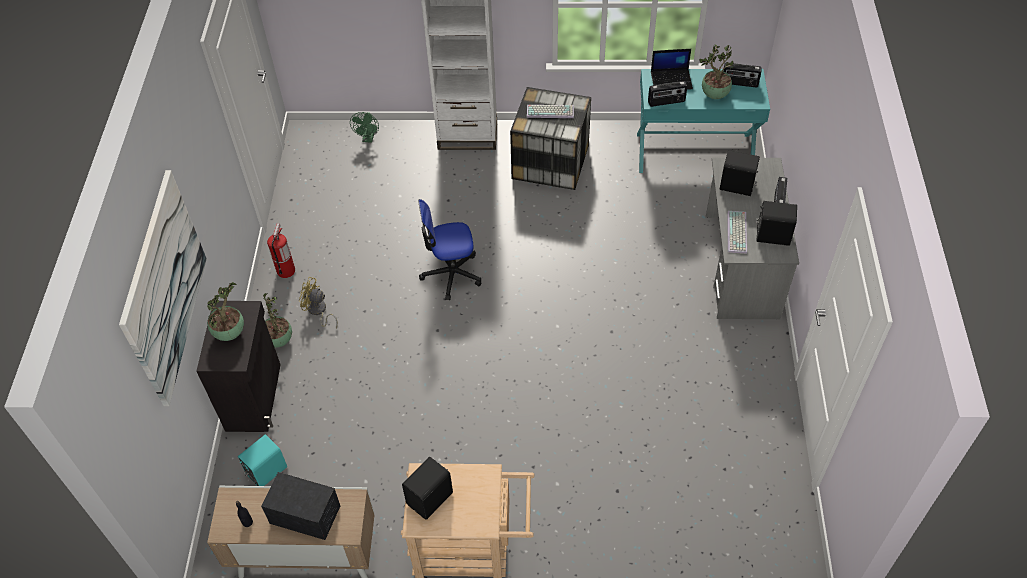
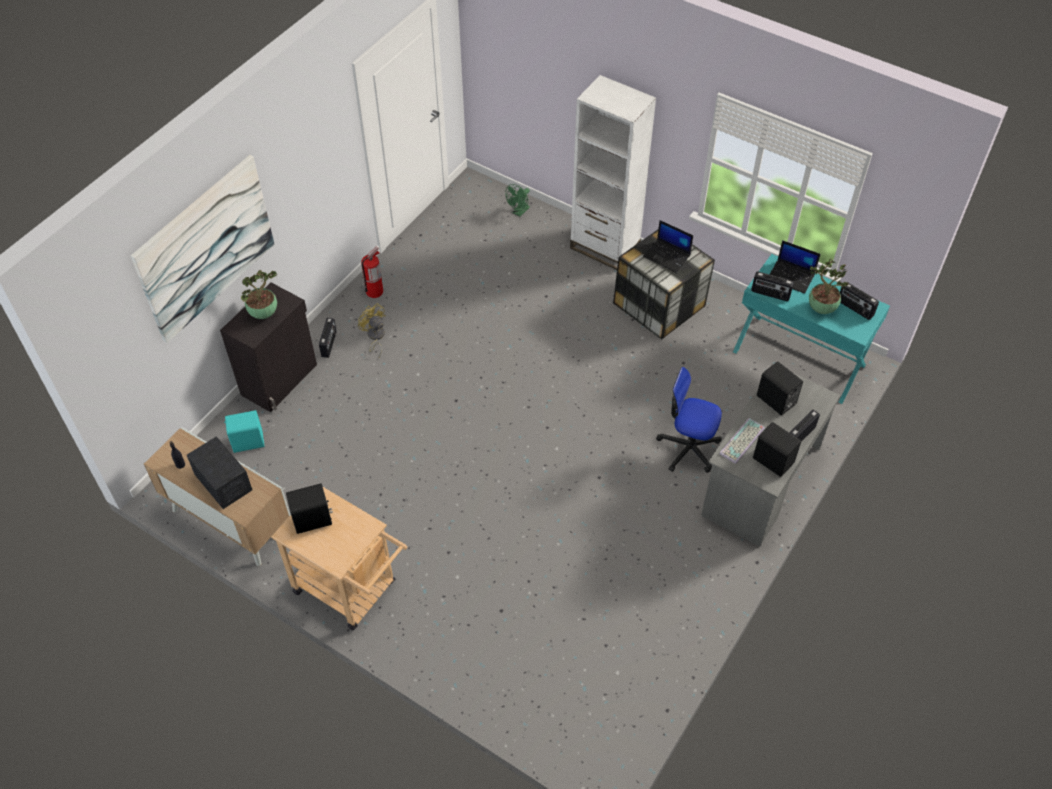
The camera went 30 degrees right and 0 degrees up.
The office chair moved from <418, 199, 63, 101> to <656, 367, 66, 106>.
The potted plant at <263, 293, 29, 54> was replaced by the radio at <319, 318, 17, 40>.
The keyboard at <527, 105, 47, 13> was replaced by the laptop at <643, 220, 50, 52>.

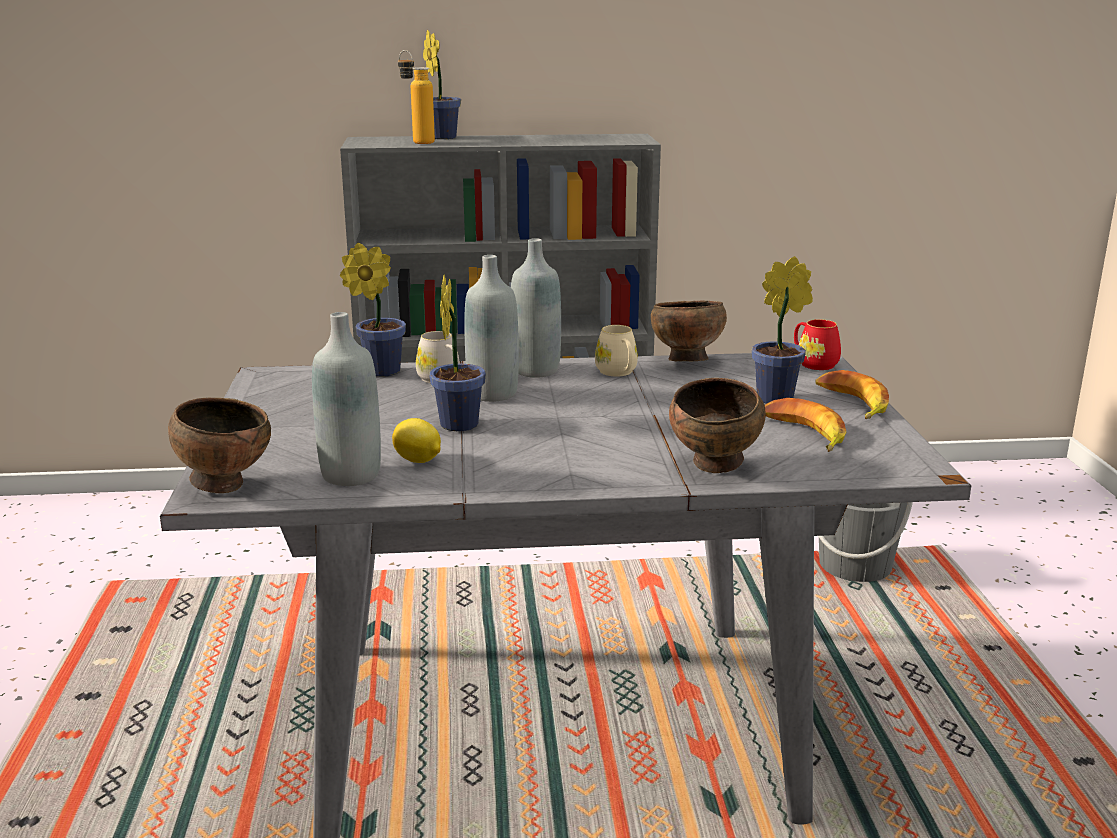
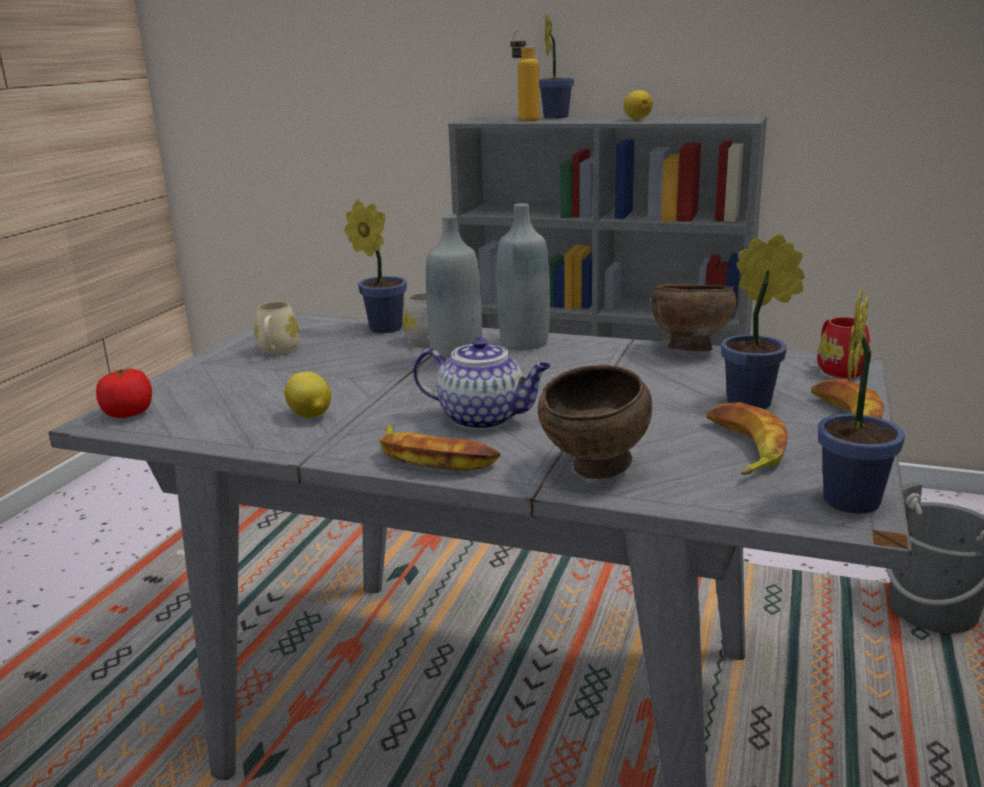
The camera went 25 degrees right and 0 degrees up.
The grey bottle at <312, 312, 69, 174> disappeared.
The banana at <379, 424, 121, 47> appeared.
The teapot at <413, 337, 138, 93> appeared.
The lemon at <623, 90, 30, 29> appeared.
The potted plant moved from <429, 275, 57, 156> to <818, 287, 87, 226>.
The beige mug moved from <595, 325, 43, 52> to <254, 301, 46, 54>.
The brown bowl at <168, 398, 103, 95> was replaced by the tomato at <96, 368, 56, 50>.

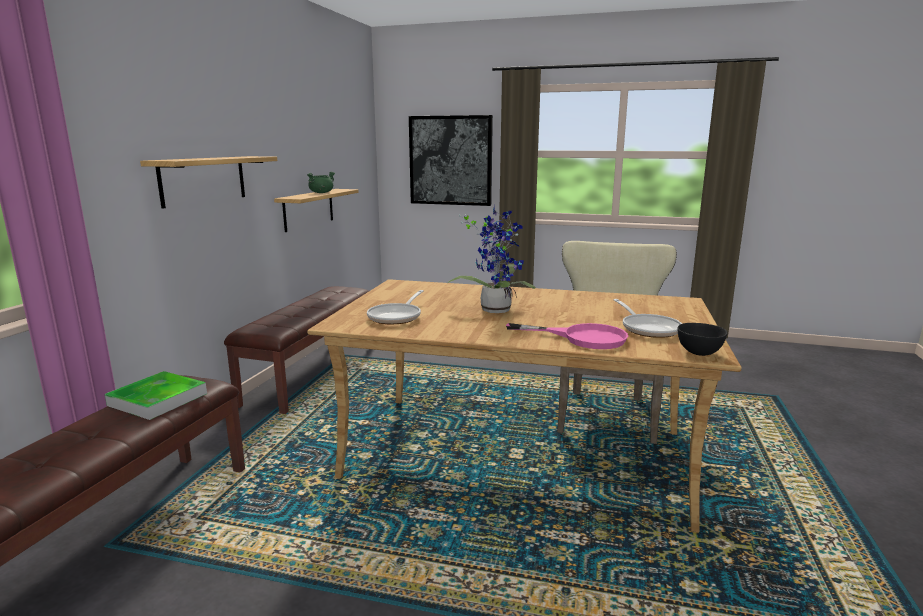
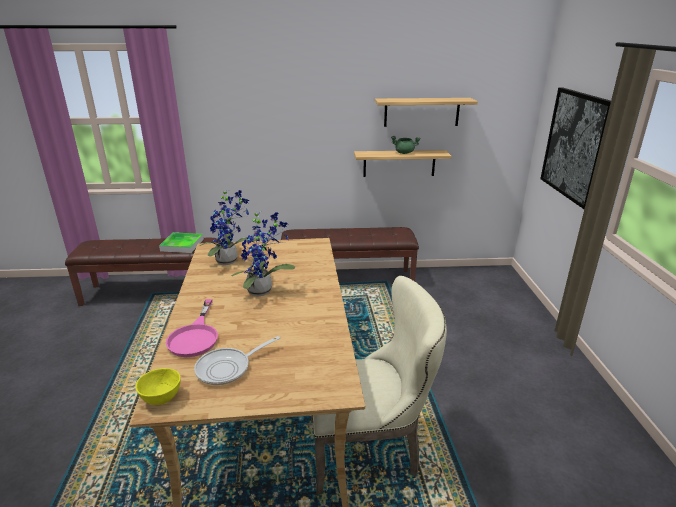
The camera went 70 degrees right and 10 degrees up.
The shelf moved from <140, 156, 137, 53> to <375, 98, 103, 29>.
The frying pan at <367, 290, 57, 34> was replaced by the potted plant at <200, 189, 56, 76>.
The black bowl at <677, 323, 51, 33> became the yellow bowl at <136, 368, 45, 37>.

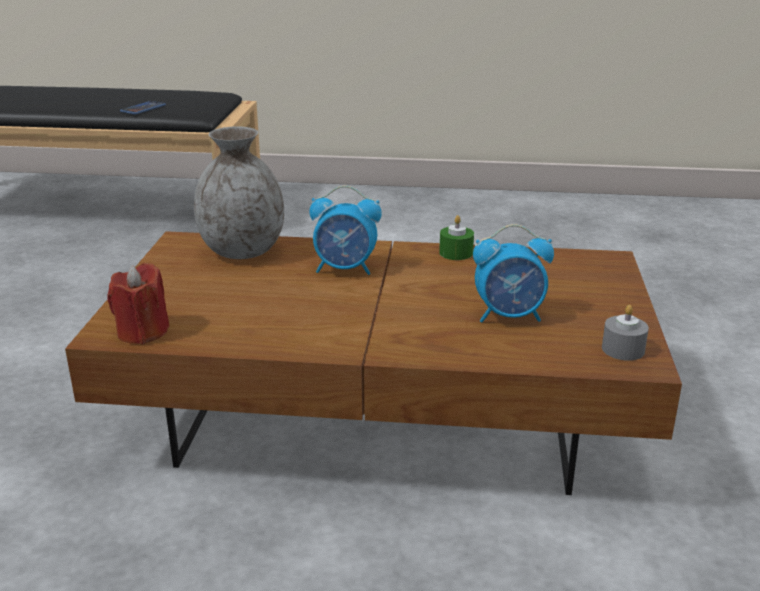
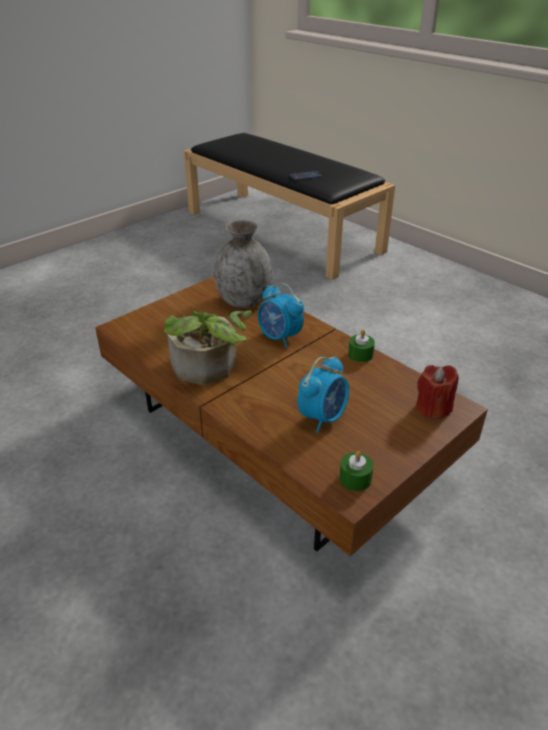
The camera went 40 degrees right and 10 degrees up.
The potted plant at <163, 311, 88, 74> appeared.
The red candle moved from <107, 263, 63, 81> to <416, 365, 42, 54>.
The grey candle at <602, 305, 47, 56> became the green candle at <339, 451, 35, 40>.
The alarm clock at <473, 224, 81, 99> turned 90 degrees counterclockwise.

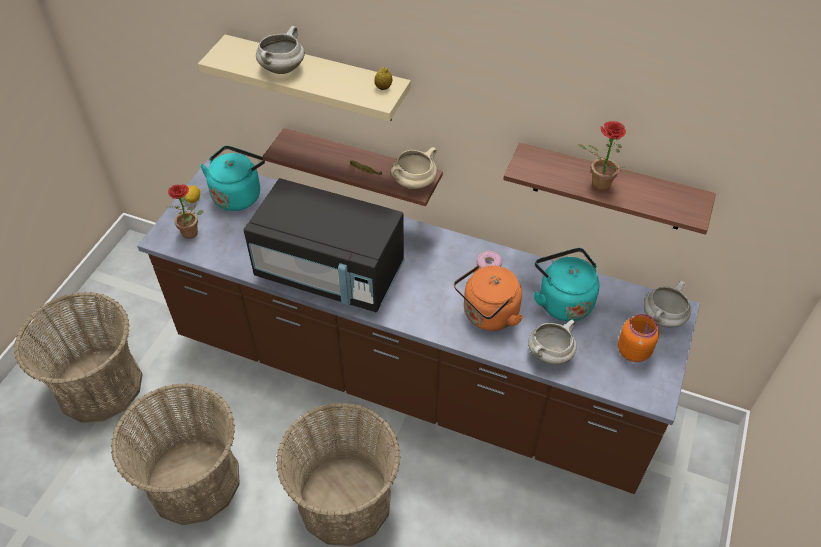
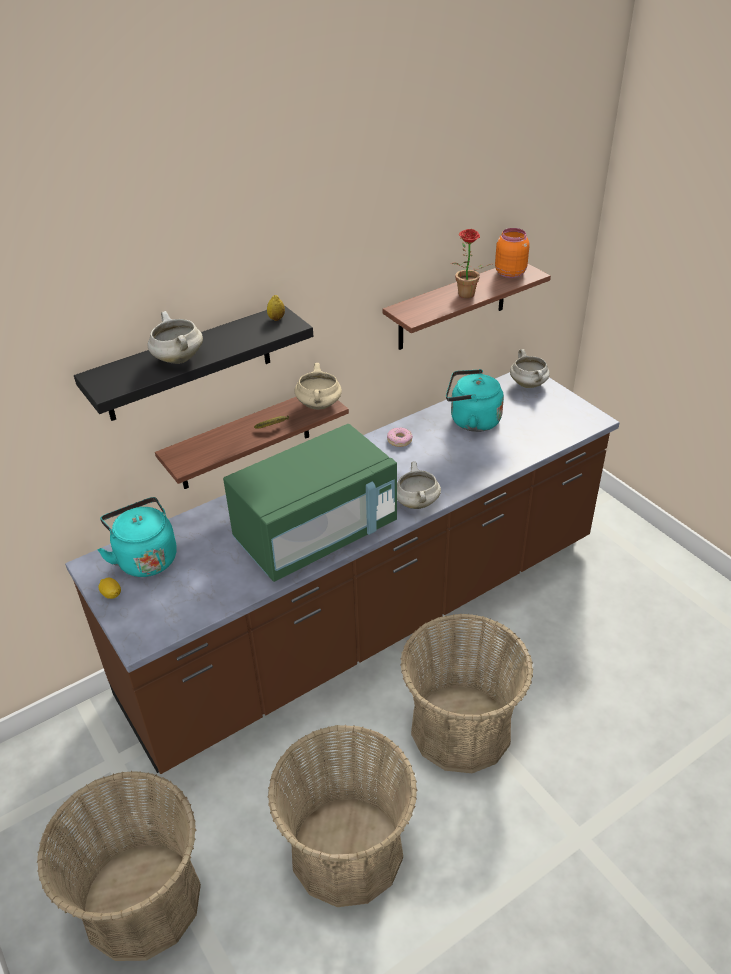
The camera went 55 degrees left and 10 degrees down.
The potted plant at <166, 184, 37, 55> disappeared.
The orange kettle at <454, 265, 69, 66> disappeared.
The white cooking pot moved from <528, 320, 49, 45> to <397, 462, 44, 47>.
The orange jar moved from <618, 314, 41, 48> to <495, 228, 35, 50>.
The beige shelf at <198, 34, 213, 87> became the black shelf at <74, 305, 239, 116>.
The black microwave at <243, 178, 162, 134> became the green microwave at <223, 424, 174, 158>.

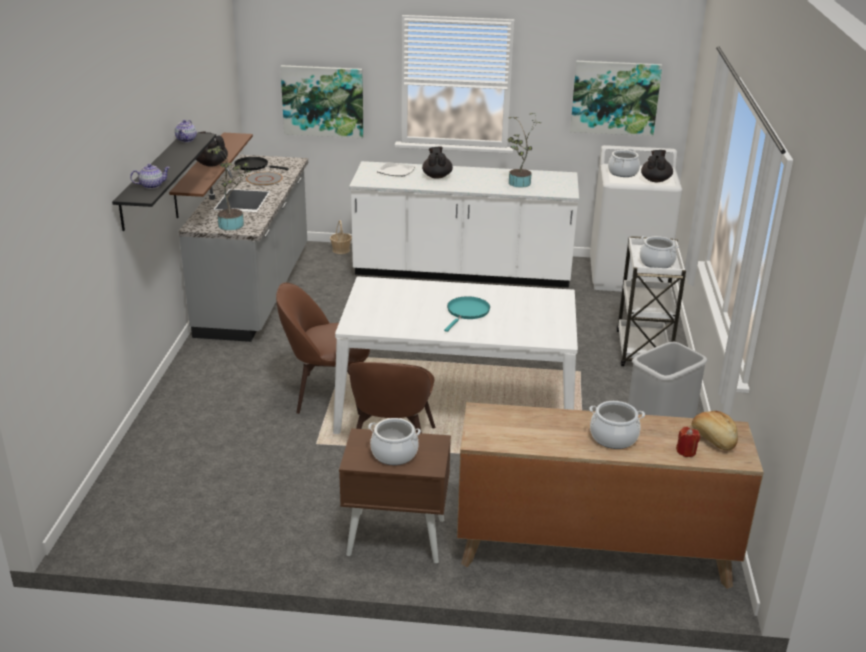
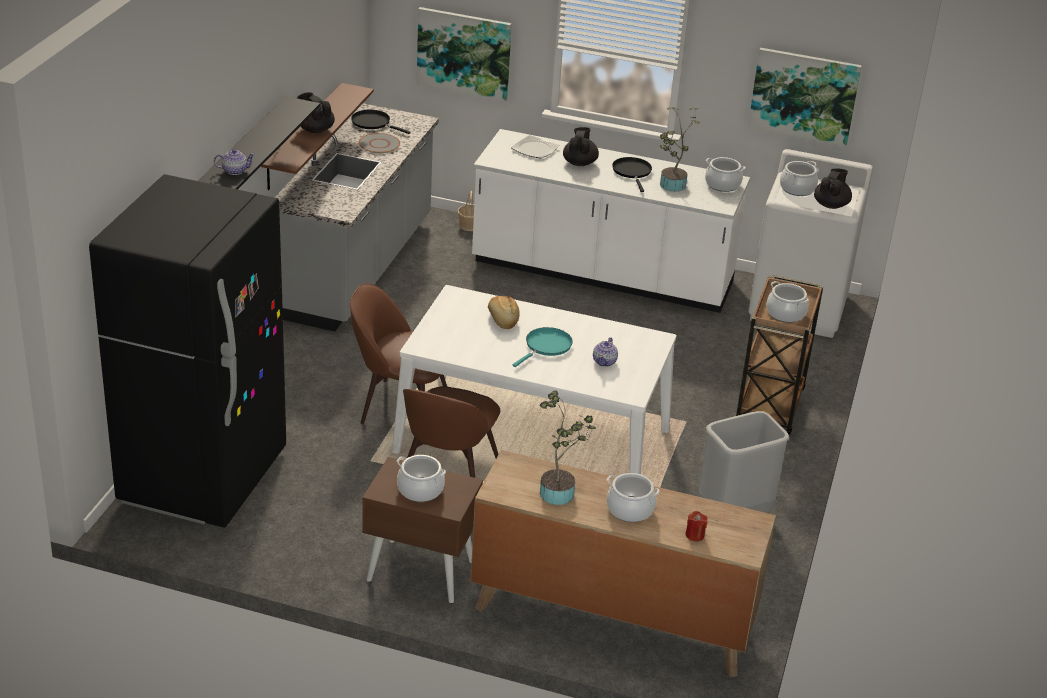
The camera went 10 degrees right and 5 degrees up.
The black fridge at <89, 174, 197, 354> appeared.
The black frying pan at <612, 157, 40, 35> appeared.
The cooking pot at <705, 157, 41, 35> appeared.
The teapot moved from <175, 120, 22, 22> to <593, 337, 25, 30>.
The potted plant moved from <206, 146, 46, 84> to <540, 390, 56, 115>.
The bread moved from <692, 411, 46, 39> to <488, 296, 32, 33>.
The white cart at <616, 236, 70, 130> became the brown cart at <736, 275, 87, 159>.

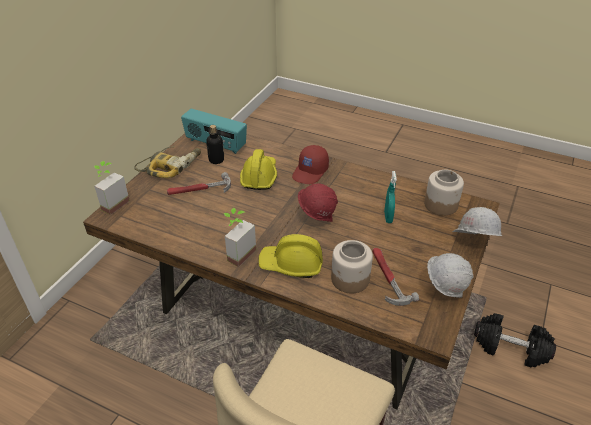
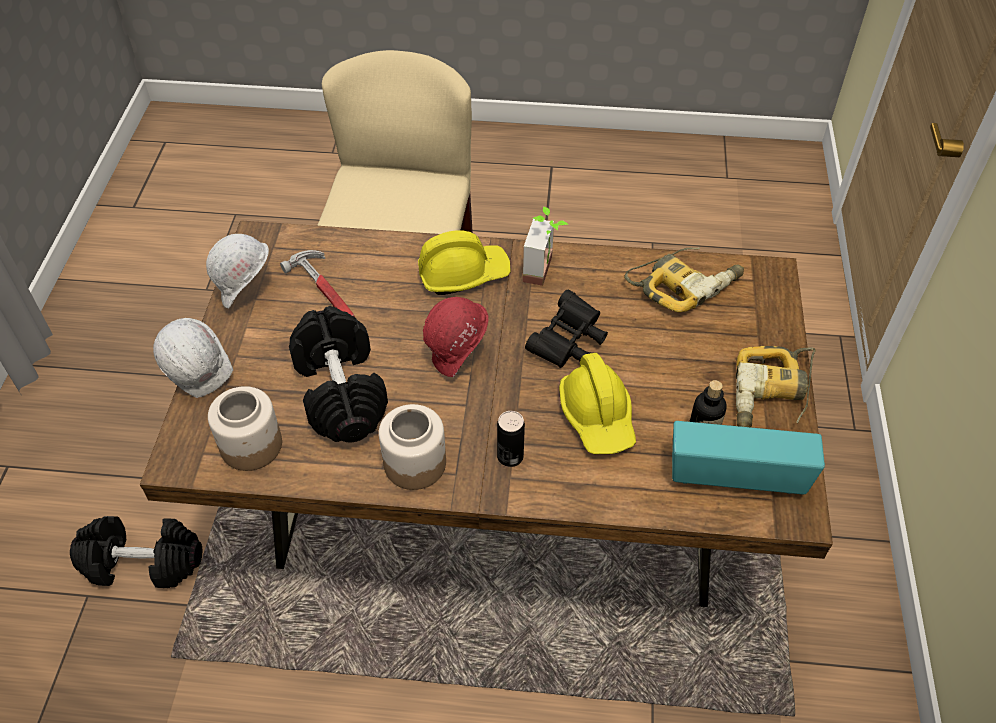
The camera went 160 degrees right and 10 degrees up.
The potted plant at <94, 161, 36, 54> disappeared.
The hammer at <167, 172, 64, 23> disappeared.
The black binoculars at <525, 290, 83, 78> appeared.
The power drill at <624, 248, 120, 64> appeared.
The jar moved from <331, 240, 42, 54> to <379, 404, 67, 86>.
The red cap at <292, 145, 37, 39> was replaced by the can at <497, 411, 28, 56>.
The turquoise spray bottle at <384, 171, 13, 52> was replaced by the black dumbbell at <289, 306, 99, 137>.

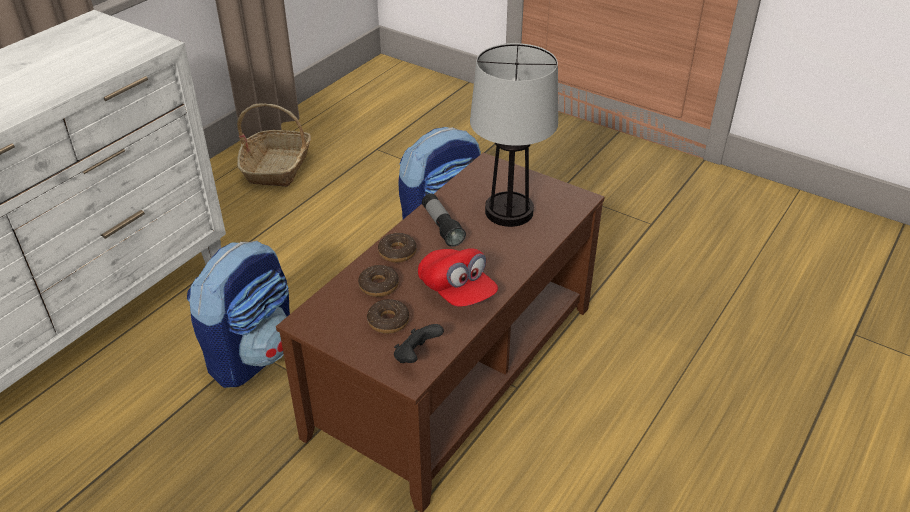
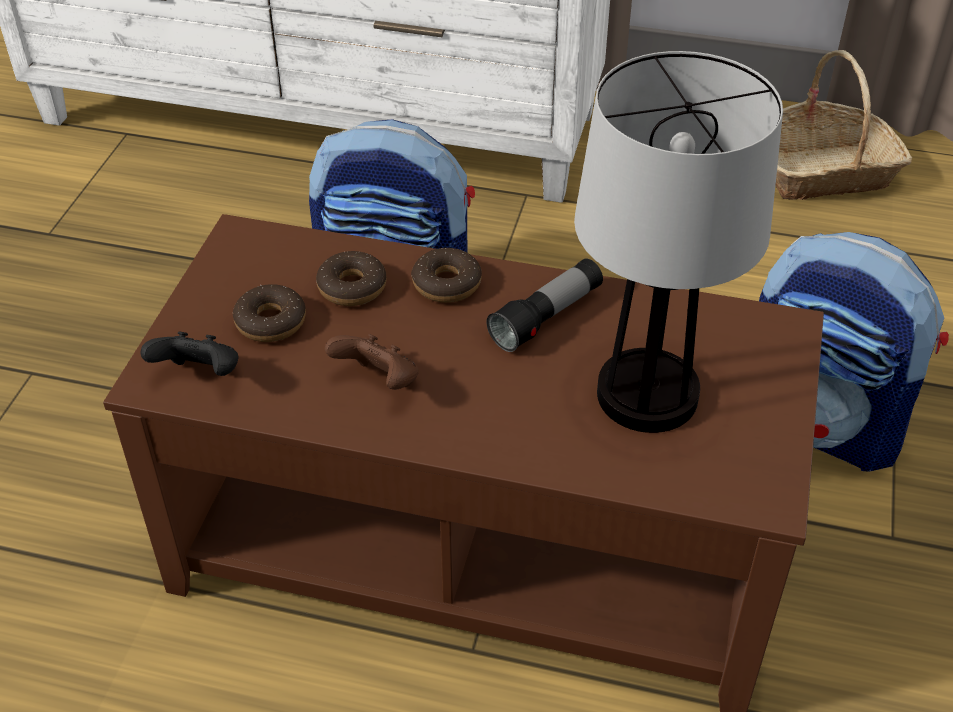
The camera went 70 degrees right and 5 degrees up.
The red cap at <418, 248, 80, 59> was replaced by the brown game controller at <325, 334, 94, 56>.

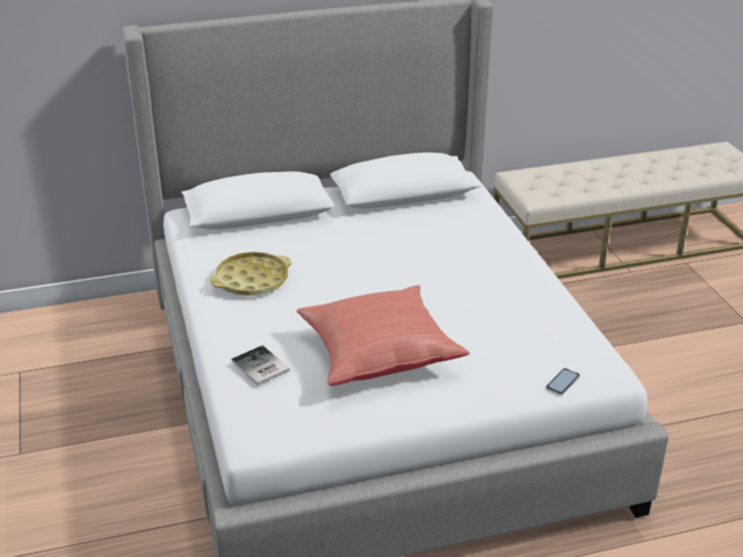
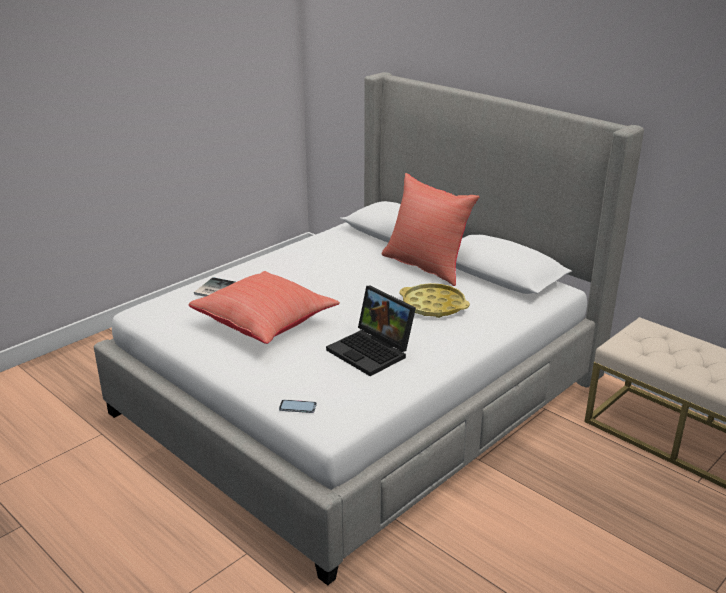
The camera went 60 degrees right and 5 degrees down.
The laptop at <326, 286, 90, 90> appeared.
The red pillow at <382, 173, 97, 113> appeared.
The yellow tray moved from <210, 252, 81, 43> to <399, 283, 71, 35>.

